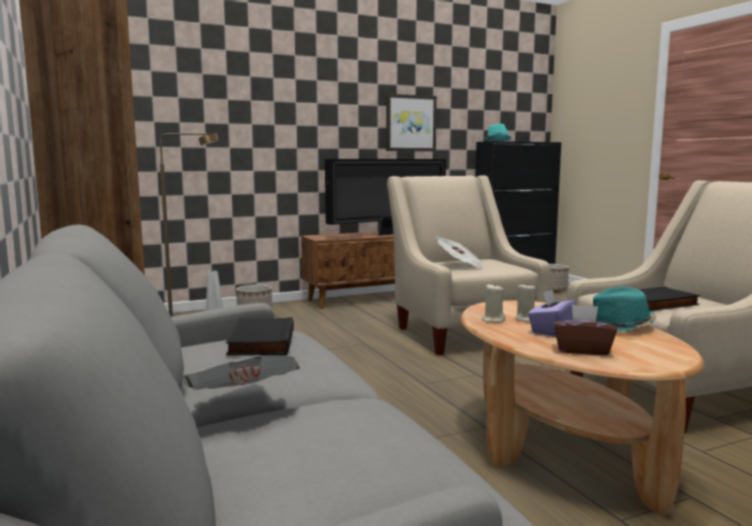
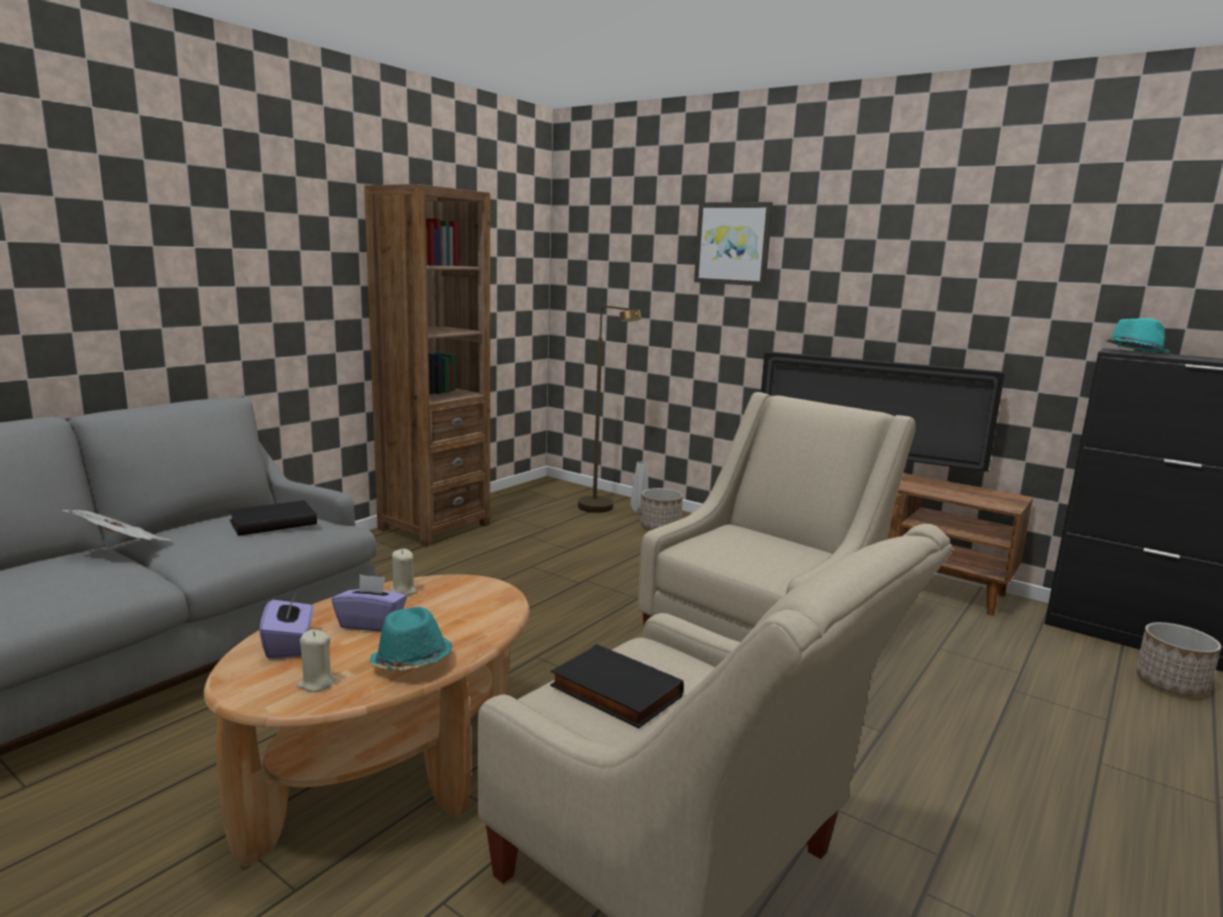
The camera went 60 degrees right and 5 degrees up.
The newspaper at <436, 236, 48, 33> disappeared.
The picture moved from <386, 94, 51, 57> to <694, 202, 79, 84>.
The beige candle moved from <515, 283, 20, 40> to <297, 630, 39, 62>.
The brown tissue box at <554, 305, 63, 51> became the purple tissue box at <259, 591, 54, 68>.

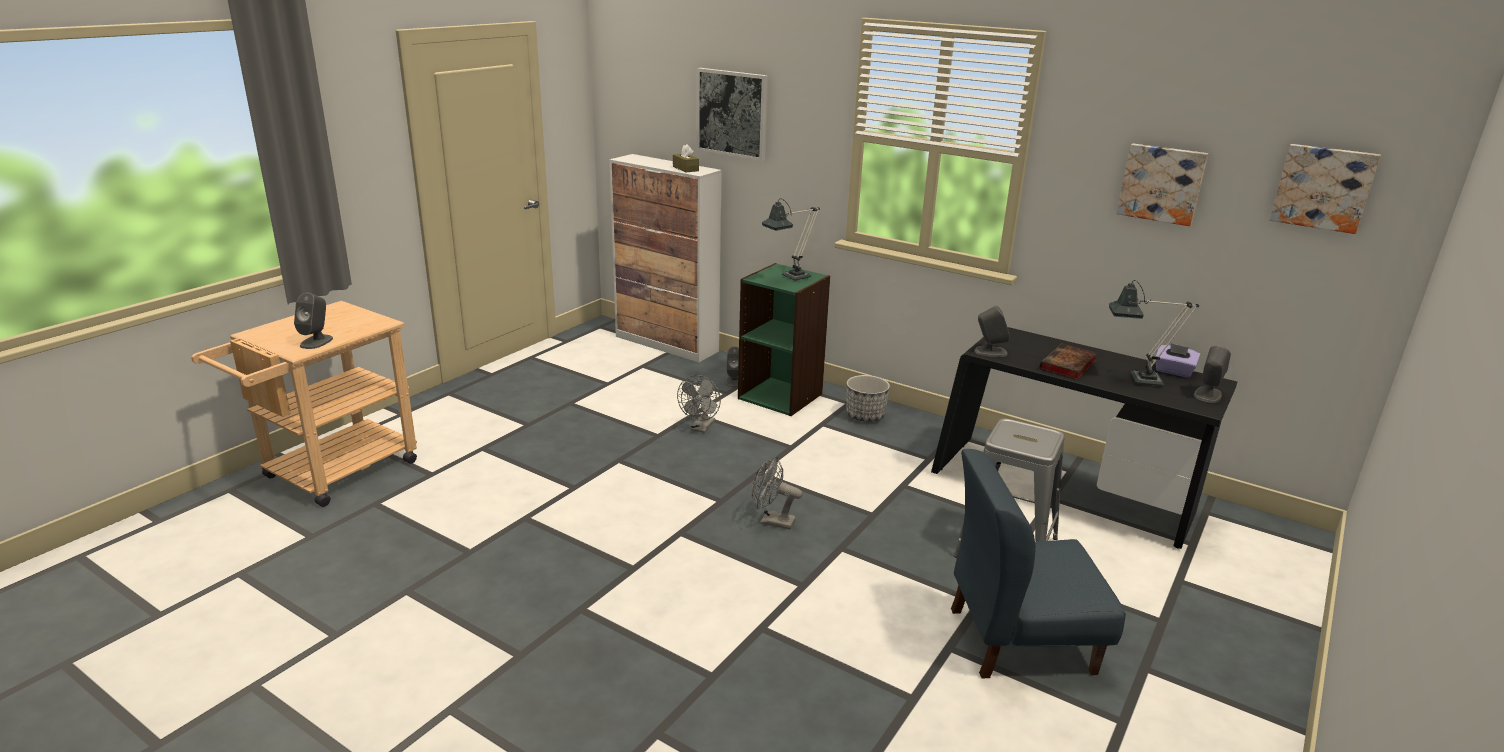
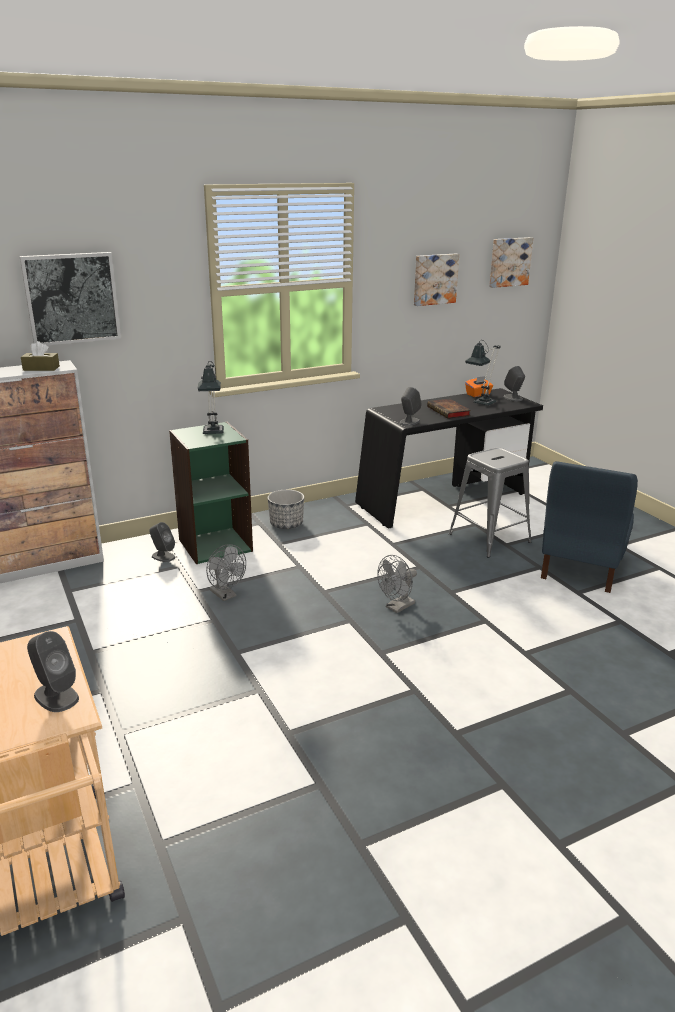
The camera went 60 degrees left and 0 degrees up.
The purple tissue box at <1156, 343, 44, 35> became the orange tissue box at <465, 376, 28, 21>.

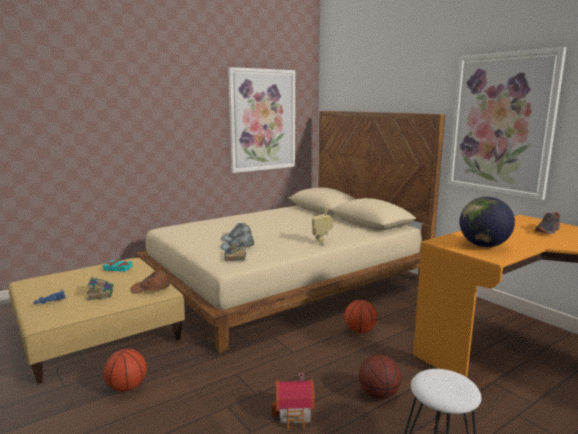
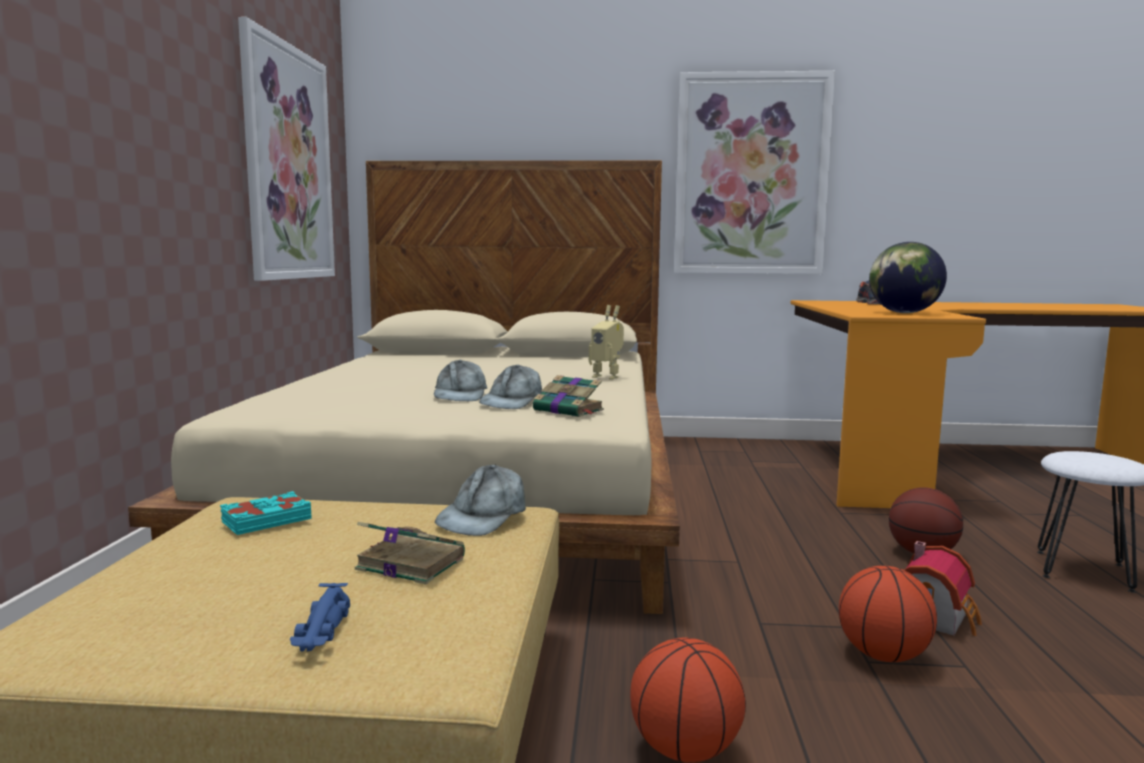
The camera went 50 degrees left and 5 degrees down.
The basketball moved from <344, 300, 33, 33> to <839, 566, 98, 96>.
The brown cap at <131, 270, 39, 24> became the grey cap at <435, 465, 91, 71>.

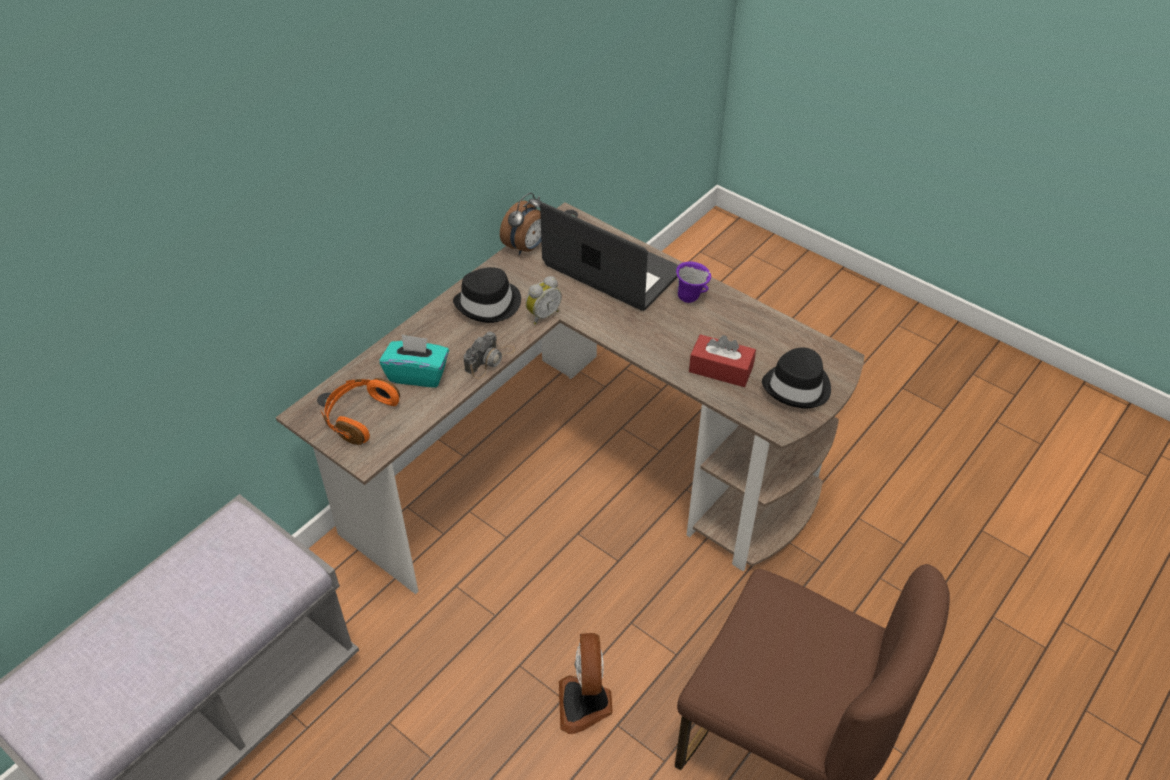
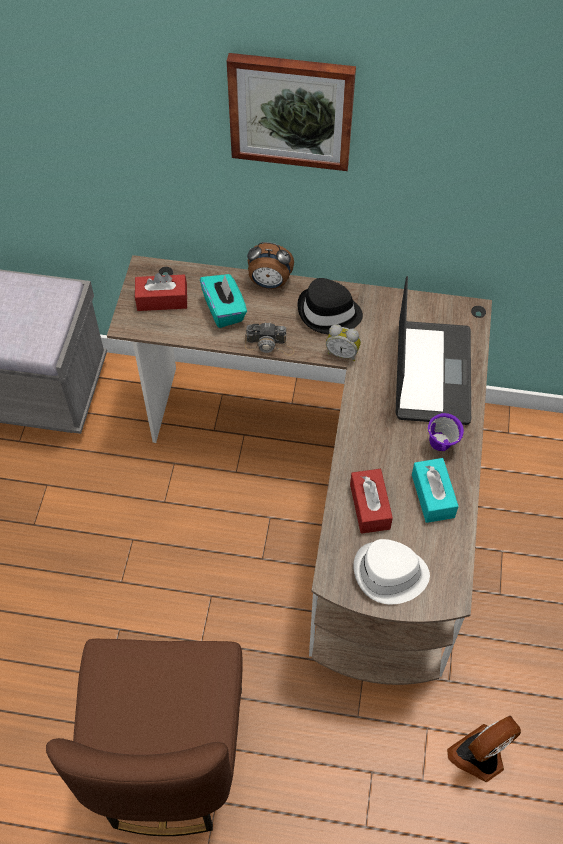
The camera went 60 degrees right and 10 degrees up.
The picture at <227, 53, 129, 118> appeared.
The turquoise tissue box at <412, 458, 46, 65> appeared.
The alarm clock moved from <500, 193, 43, 62> to <247, 242, 47, 47>.
The fan moved from <559, 633, 54, 101> to <447, 716, 74, 66>.
The orange headphones at <321, 378, 79, 67> was replaced by the red tissue box at <135, 273, 52, 38>.
The black hat at <762, 347, 69, 61> became the white hat at <354, 539, 76, 65>.

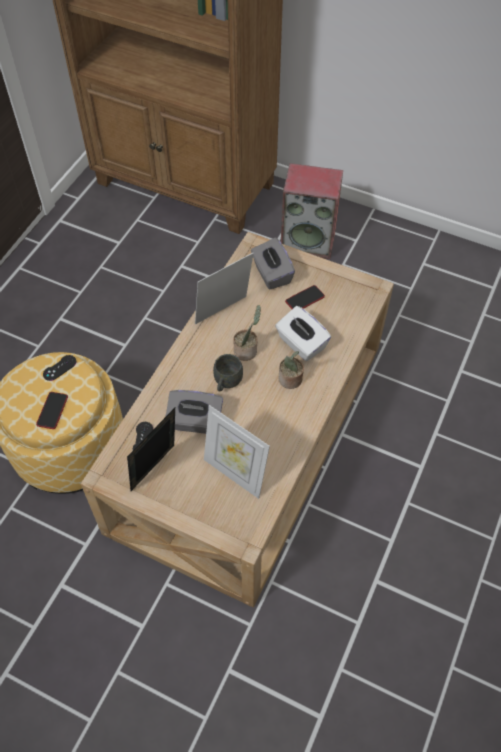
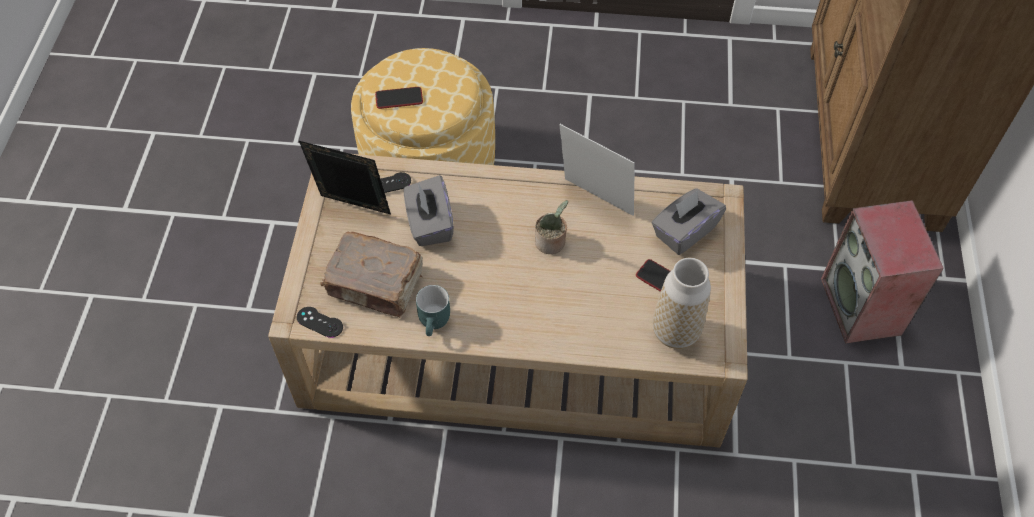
The camera went 70 degrees right and 0 degrees up.
The grey mug at <213, 354, 30, 38> disappeared.
The white tissue box at <275, 306, 56, 55> disappeared.
The potted plant at <279, 351, 25, 38> disappeared.
The turquoise mug at <416, 285, 34, 51> appeared.
The vase at <653, 258, 58, 91> appeared.
The black game controller moved from <43, 355, 33, 26> to <297, 307, 46, 31>.
The picture frame at <204, 405, 66, 94> was replaced by the brown book at <320, 231, 103, 87>.

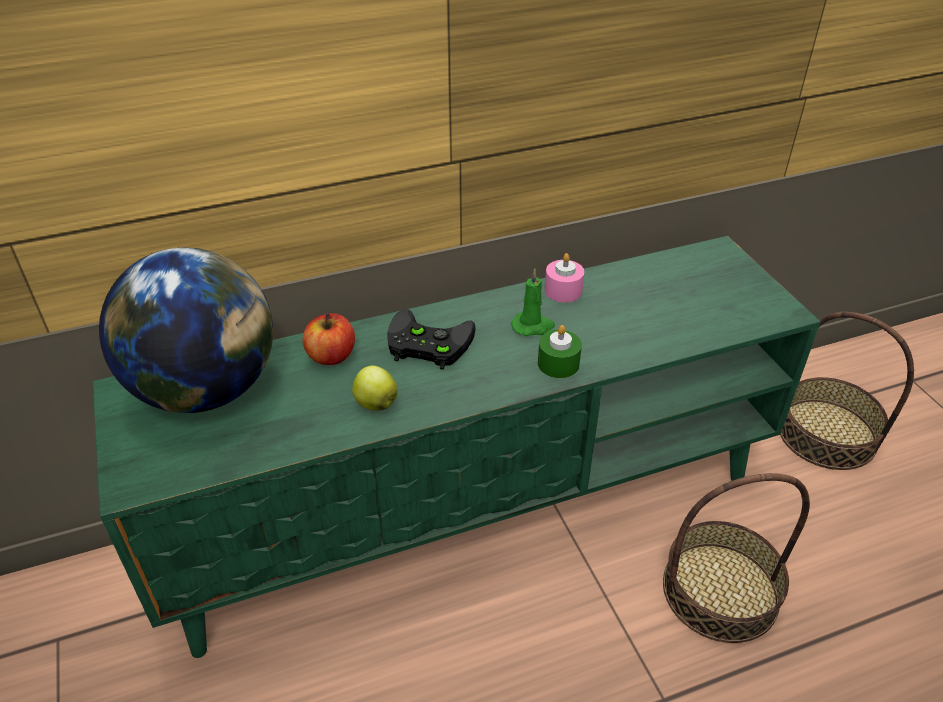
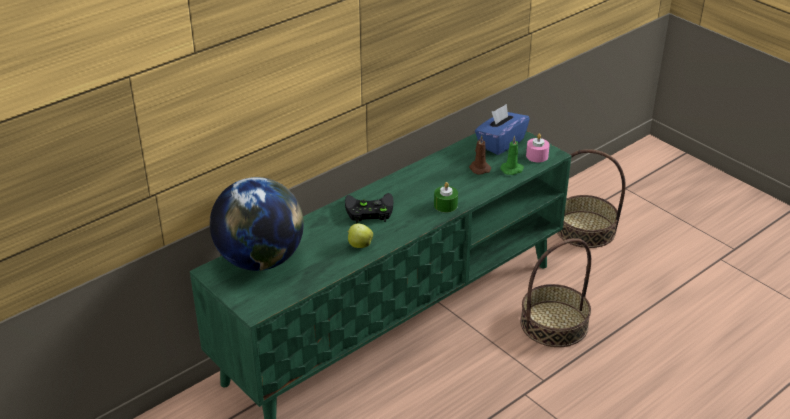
The camera went 20 degrees left and 5 degrees down.
The apple at <303, 313, 52, 52> disappeared.
The brown candle at <469, 135, 22, 40> appeared.
The blue tissue box at <475, 104, 55, 51> appeared.
The green candle moved from <511, 269, 44, 67> to <500, 136, 24, 39>.
The pink candle moved from <545, 253, 39, 50> to <526, 134, 24, 28>.

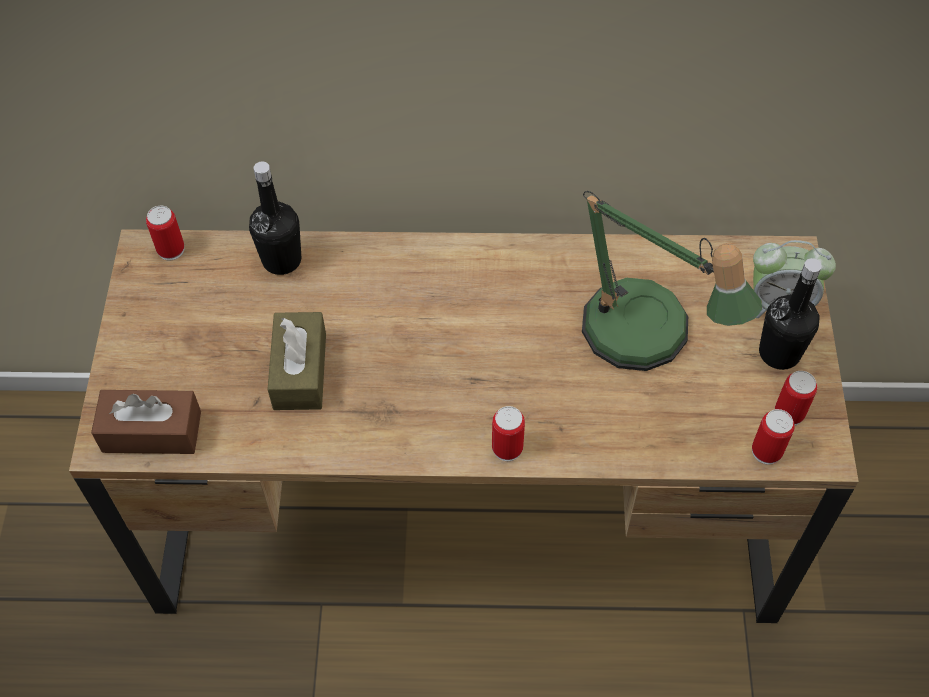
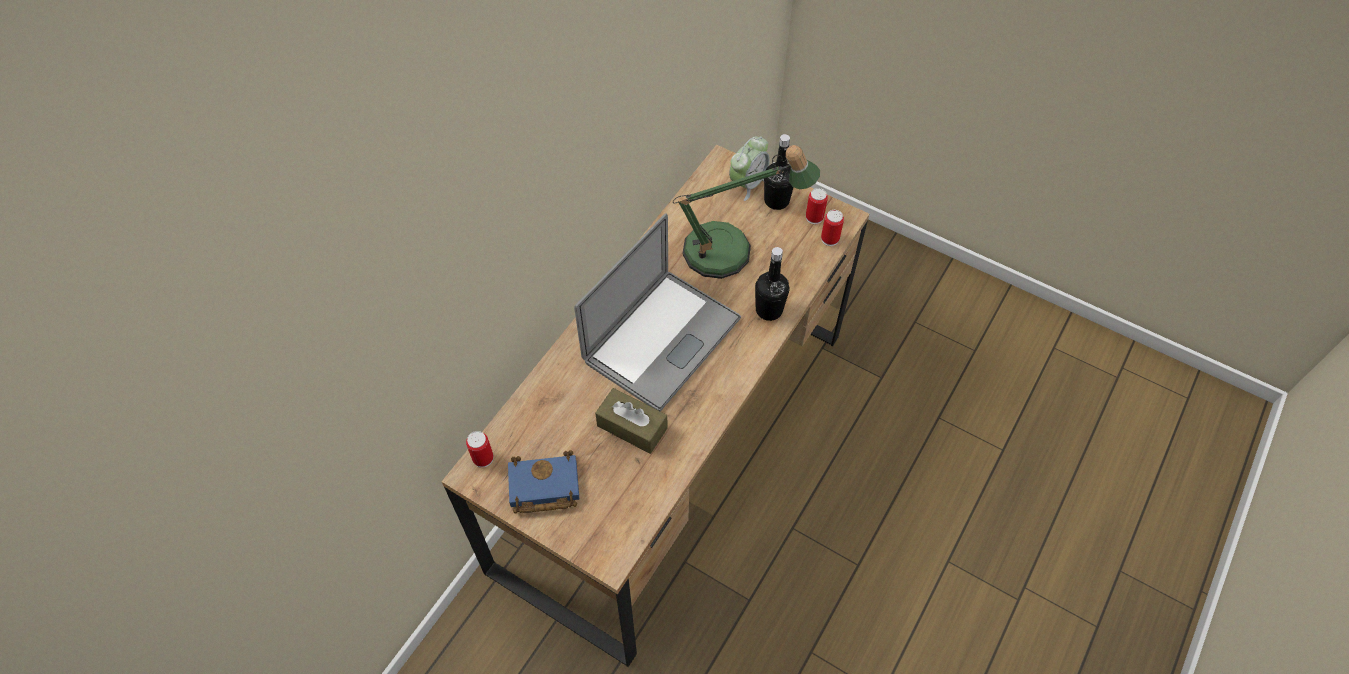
The camera went 60 degrees left and 0 degrees up.
The brown tissue box at <91, 390, 110, 64> disappeared.
The can at <492, 406, 33, 55> disappeared.
The blue book at <508, 450, 71, 63> appeared.
The laptop at <574, 213, 167, 199> appeared.
The black bottle moved from <249, 161, 52, 114> to <755, 247, 34, 74>.

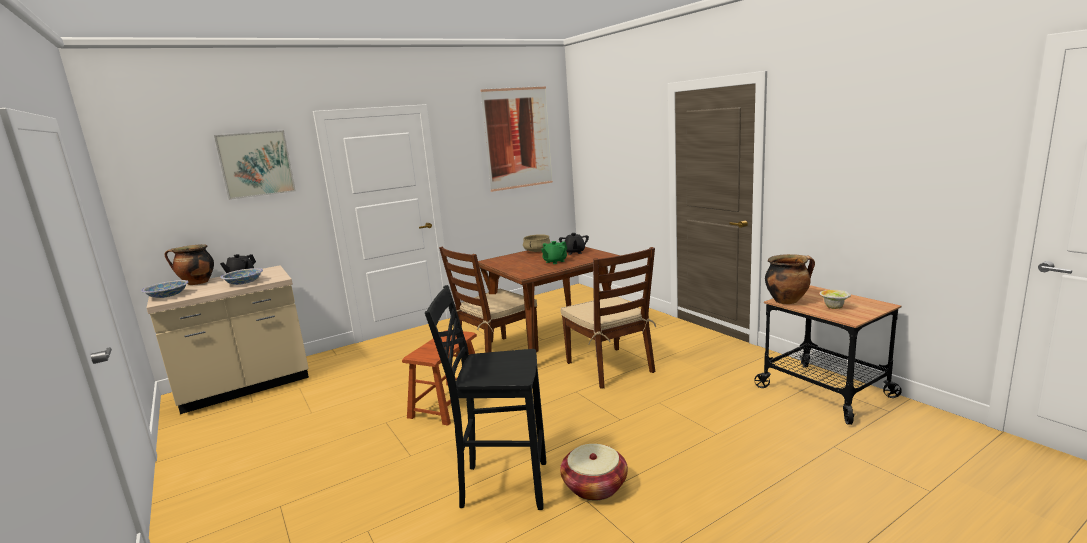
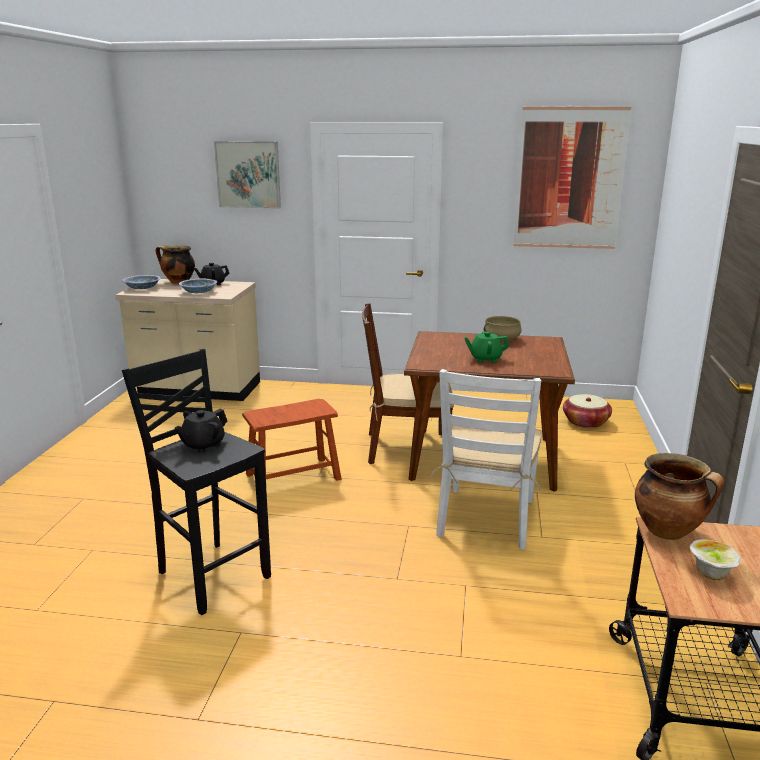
The camera went 40 degrees right and 5 degrees up.
The black teapot moved from <559, 233, 30, 22> to <175, 409, 52, 44>.
The basket moved from <560, 444, 68, 57> to <563, 394, 49, 34>.
The brown chair at <561, 247, 95, 142> became the white chair at <430, 369, 112, 181>.

